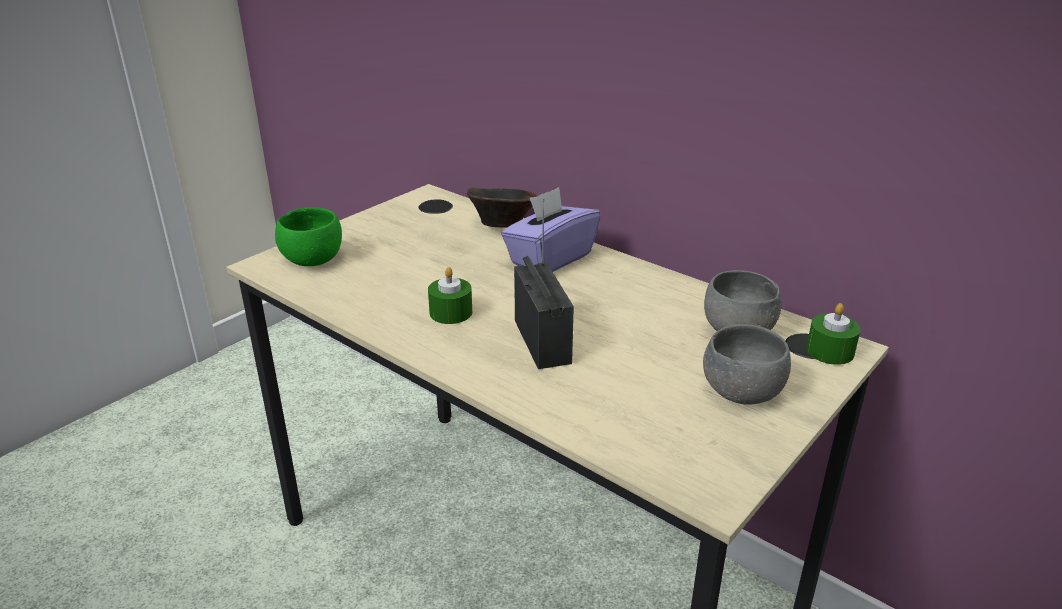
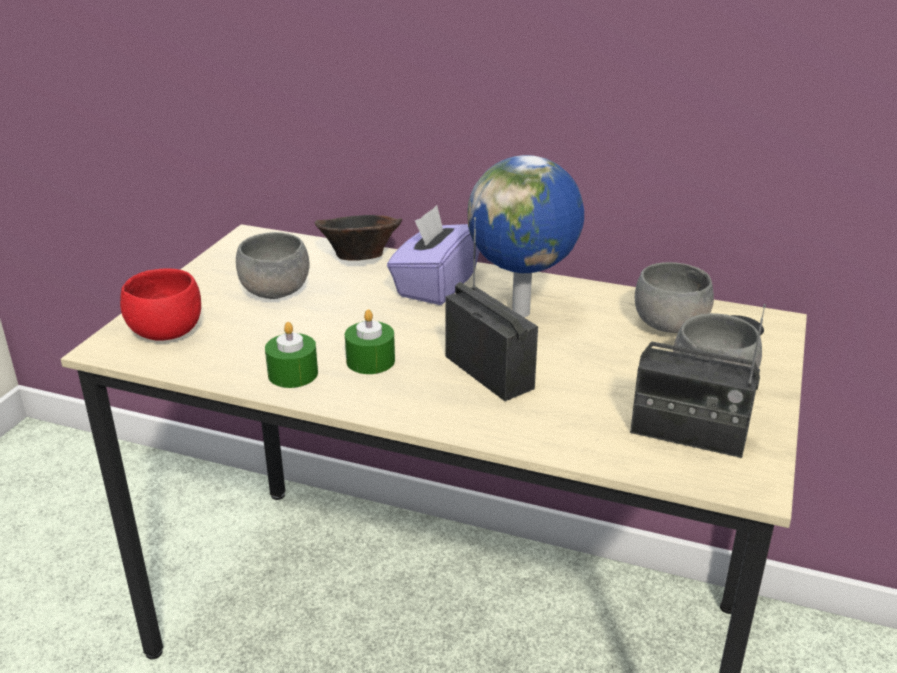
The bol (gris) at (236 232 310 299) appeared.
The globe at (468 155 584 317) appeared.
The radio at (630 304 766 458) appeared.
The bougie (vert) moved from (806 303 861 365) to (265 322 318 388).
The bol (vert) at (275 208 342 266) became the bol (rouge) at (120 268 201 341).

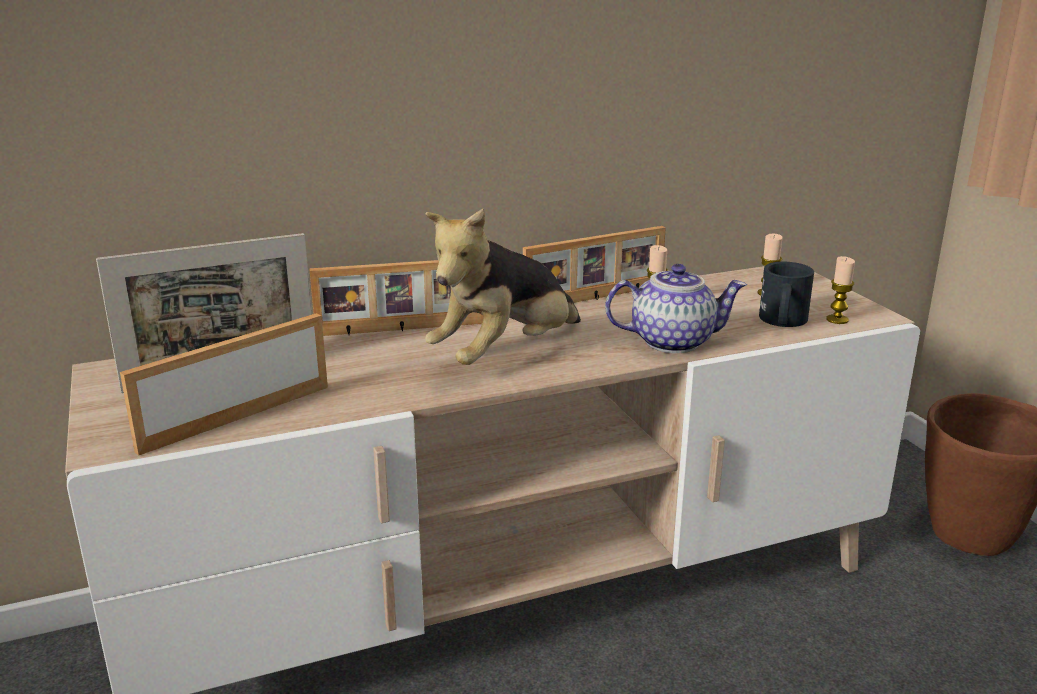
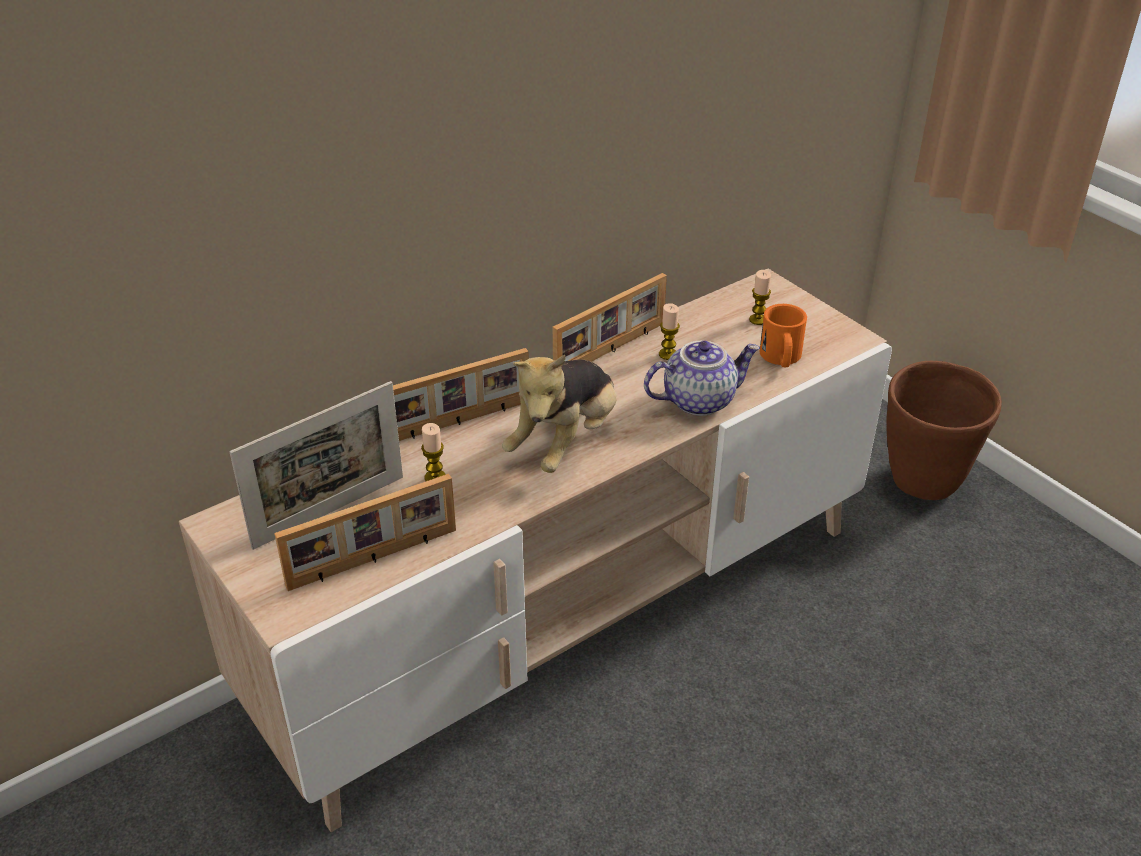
The bougie moved from (826 256 855 324) to (421 423 446 481).
The mug (noir) at (759 262 814 327) became the mug (orange) at (760 304 807 368).
The cadre photo at (120 313 328 456) turned 150 degrees counterclockwise.

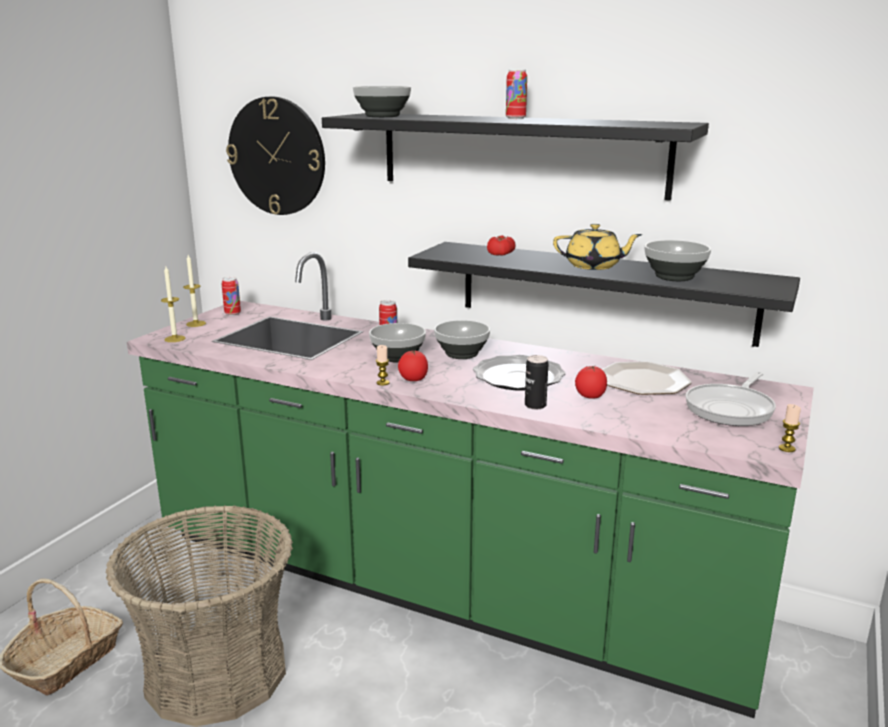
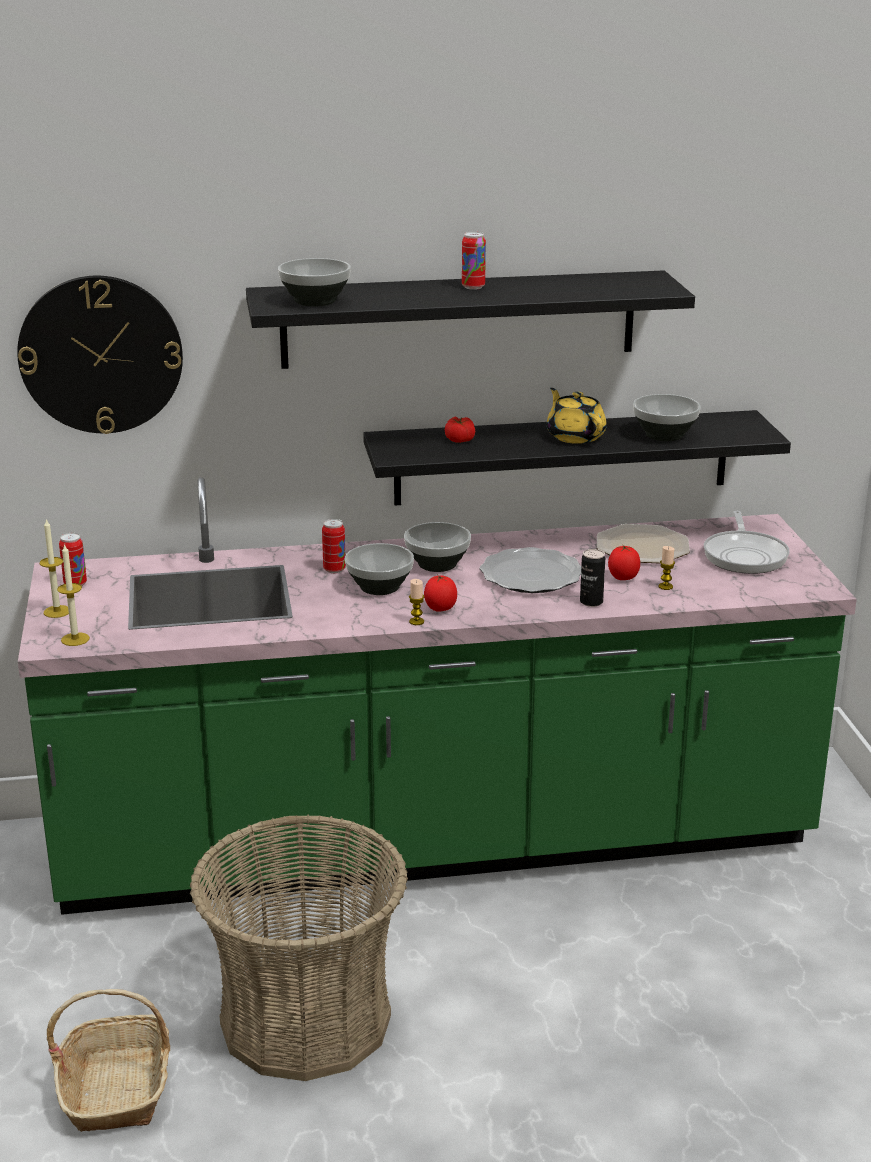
The bougie moved from (779 404 801 452) to (659 546 675 590).
The théière (jaune) at (553 224 642 270) turned 90 degrees counterclockwise.

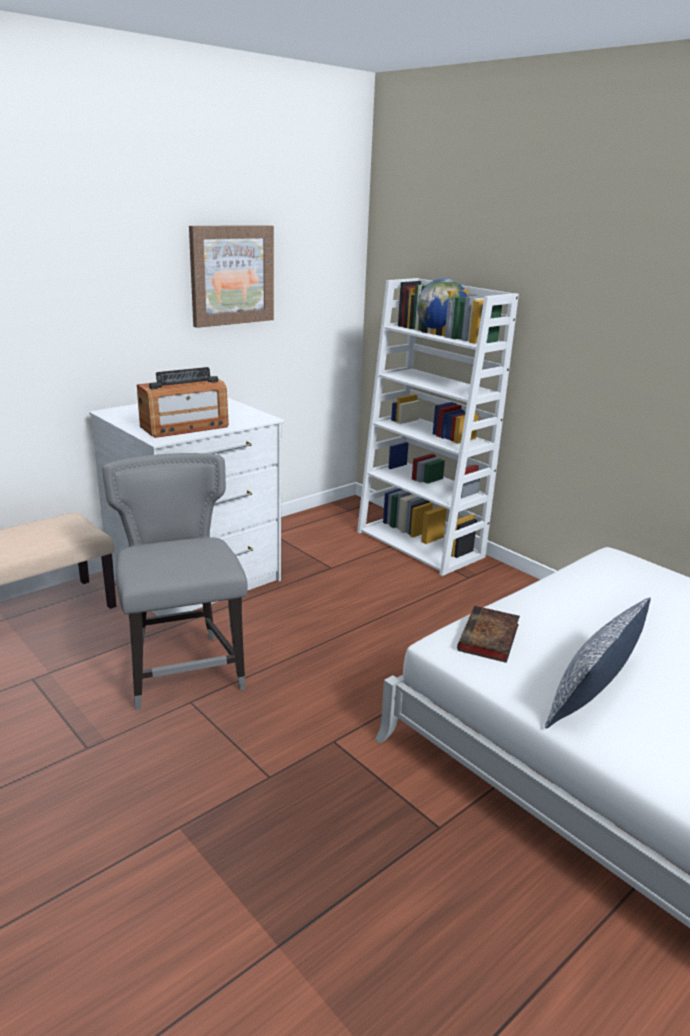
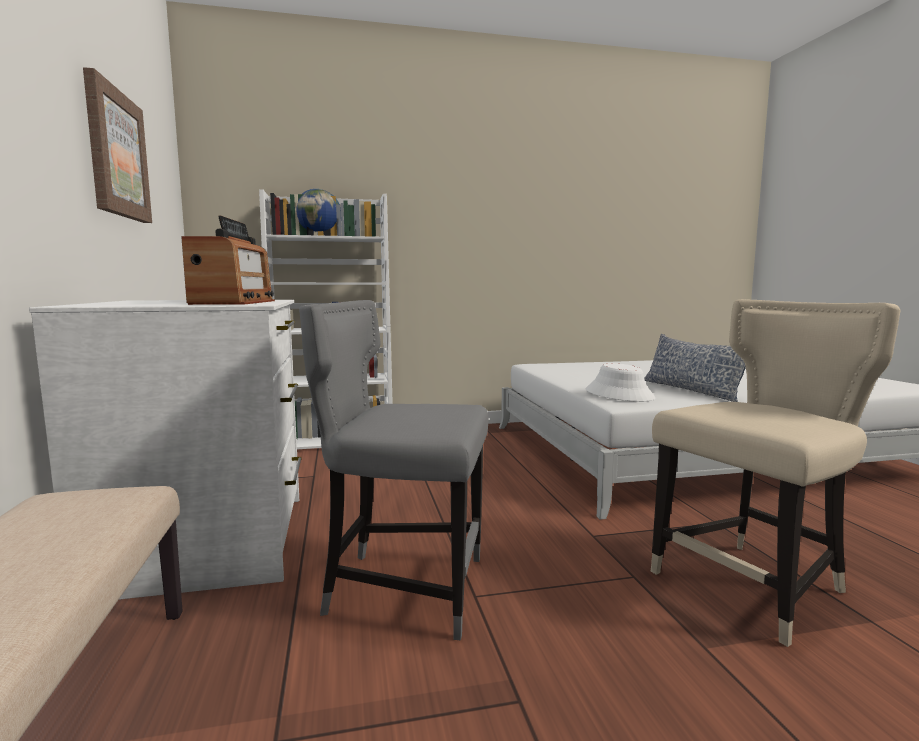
The chaise (beige) at (651 299 900 647) appeared.
The livre at (457 606 520 663) was replaced by the chapeau (blanc) at (586 363 655 402).

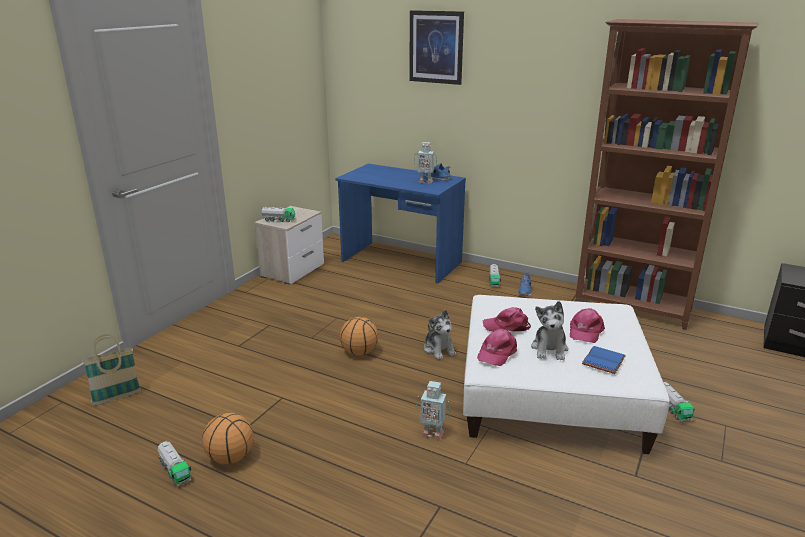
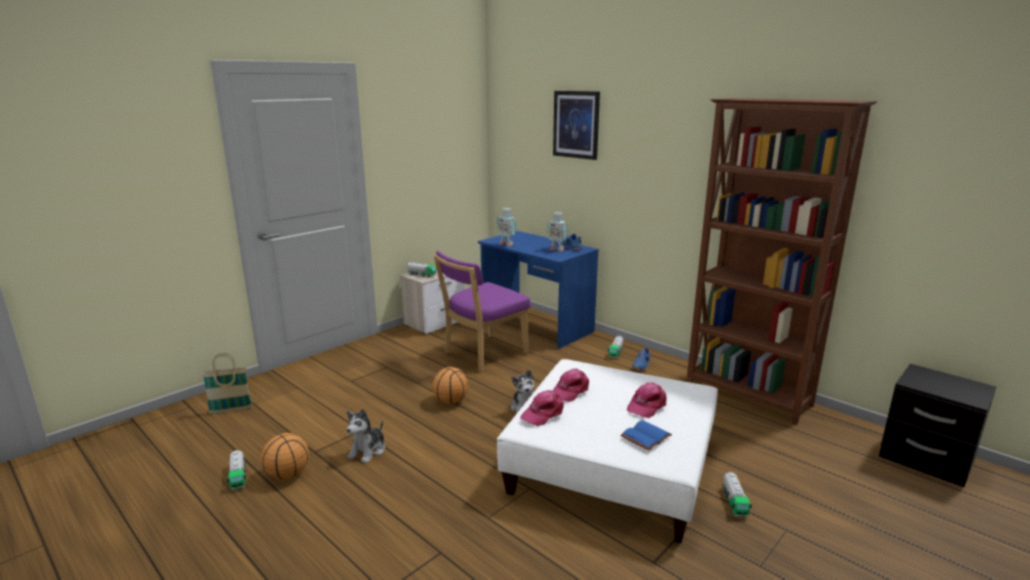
The chaise (violet) at (433 251 531 371) appeared.
The robot jouet moved from (416 381 450 440) to (497 208 516 246).
The peluche moved from (531 301 568 361) to (346 409 385 463).
The casquette (rose) at (483 307 531 332) turned 75 degrees counterclockwise.

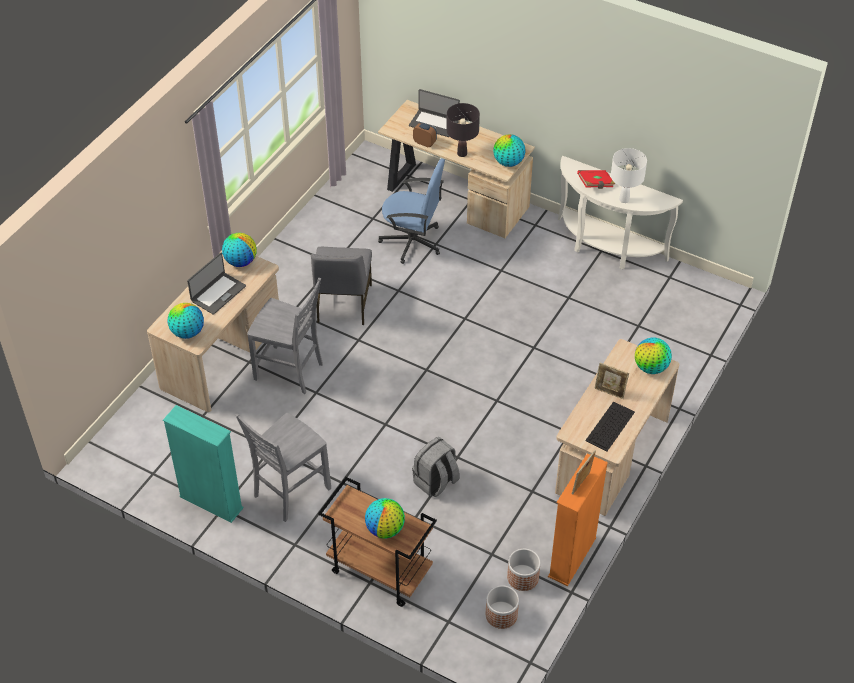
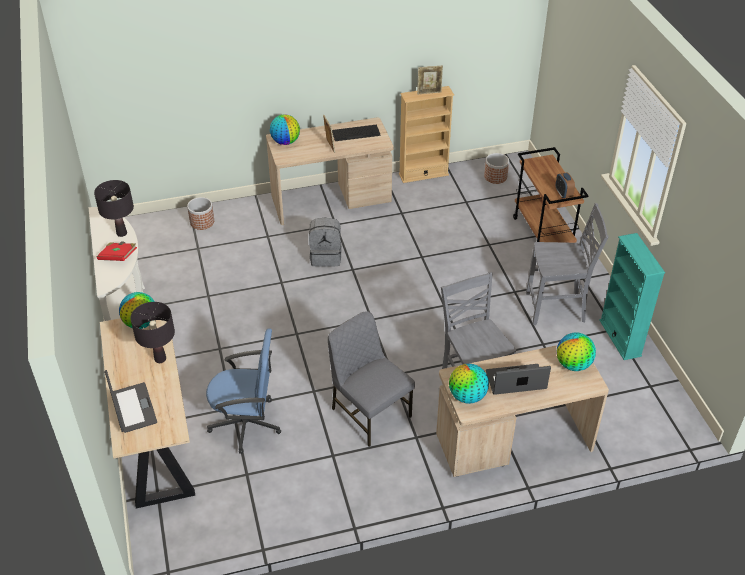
The globe at (365 498 405 538) disappeared.
The sac à dos (gris) moved from (412 437 460 497) to (309 218 342 266).
The réveil moved from (413 122 437 147) to (556 172 575 199).
The cache-pot moved from (507 549 540 591) to (187 197 214 230).
The bibliothèque (orange) at (548 453 608 586) became the bibliothèque (beige) at (399 86 454 183).
The lampe de table (blanc) at (611 148 647 203) became the lampe de table (noir) at (94 180 134 237).
The chaise (gris) at (311 247 372 325) turned 90 degrees counterclockwise.
The chaise de bureau (bleu) at (378 158 445 264) turned 120 degrees clockwise.

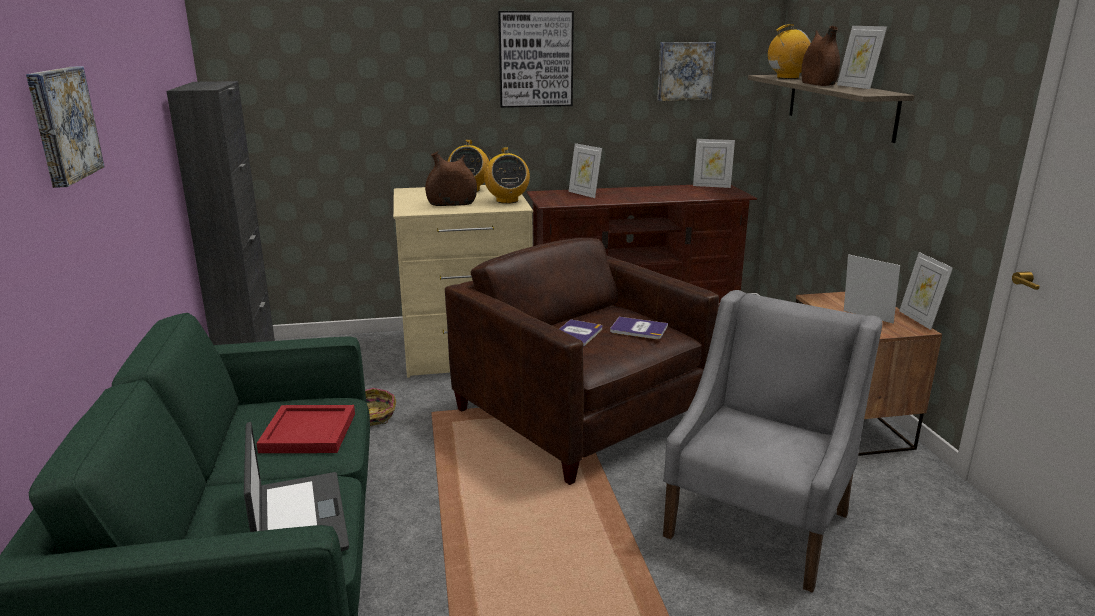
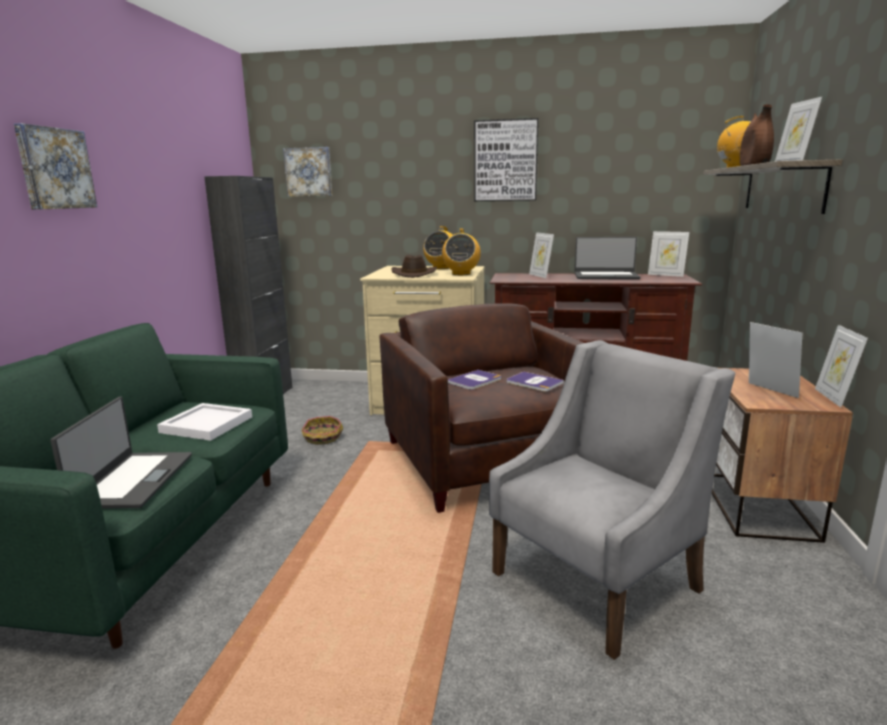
The ordinateur portable at (575 237 640 279) appeared.
The tableau moved from (657 42 716 101) to (283 147 332 197).
The vase (marron) at (425 151 477 206) was replaced by the chapeau (marron) at (391 255 437 278).
The plateau (rouge) at (256 405 355 453) became the plateau (blanc) at (157 403 252 441).

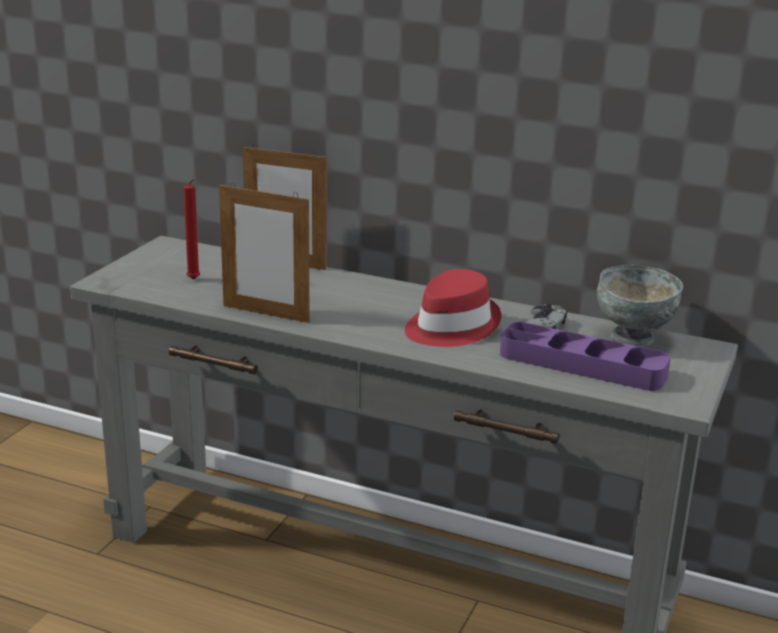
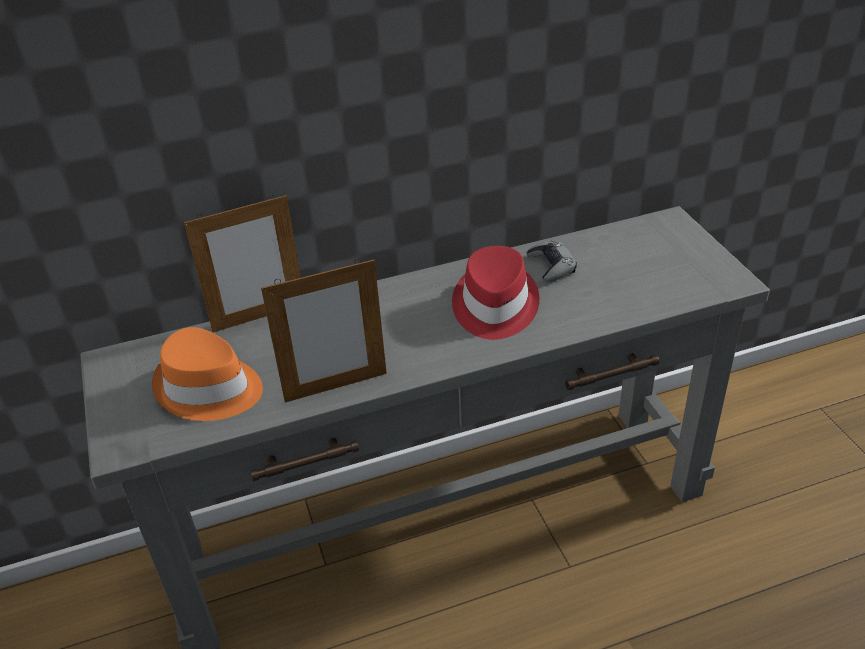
The plateau (violet) at (500 322 671 391) disappeared.
The bol (gris) at (597 265 683 347) disappeared.
The bougie (rouge) at (183 178 200 280) was replaced by the chapeau (orange) at (152 327 263 421).

